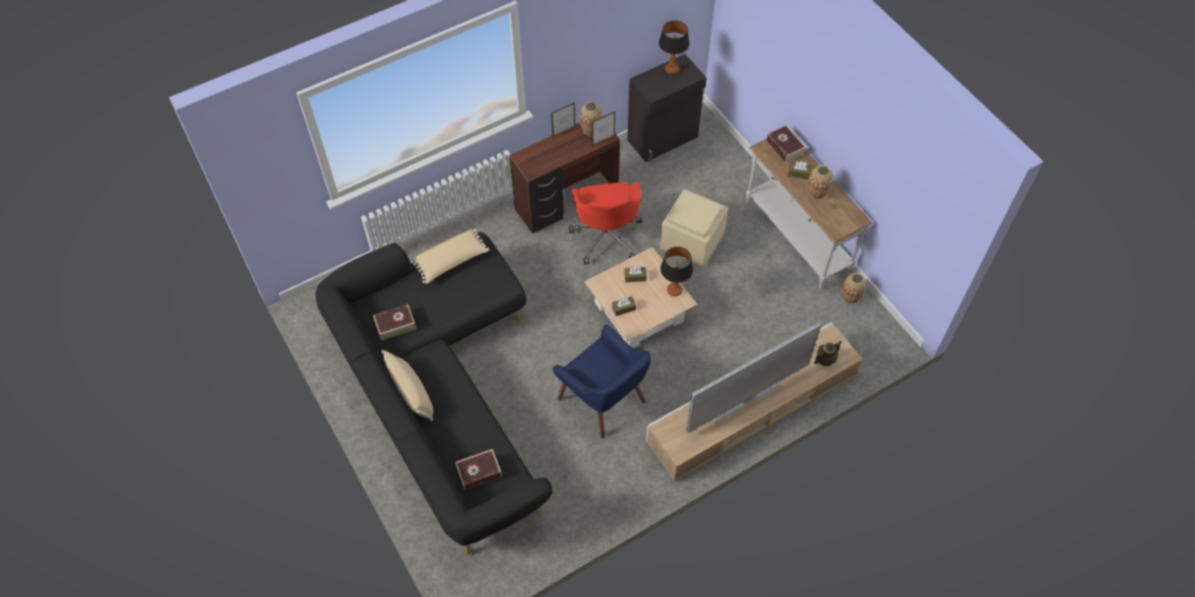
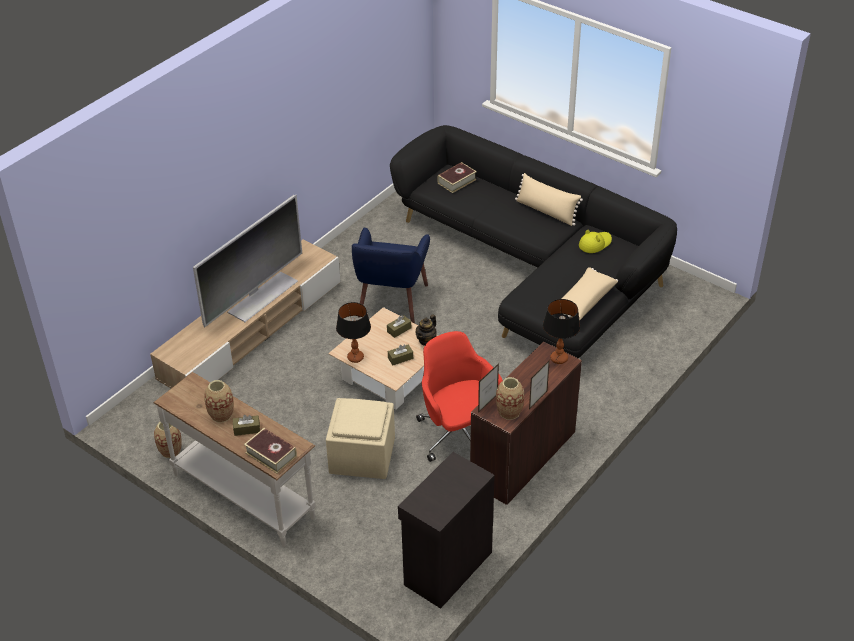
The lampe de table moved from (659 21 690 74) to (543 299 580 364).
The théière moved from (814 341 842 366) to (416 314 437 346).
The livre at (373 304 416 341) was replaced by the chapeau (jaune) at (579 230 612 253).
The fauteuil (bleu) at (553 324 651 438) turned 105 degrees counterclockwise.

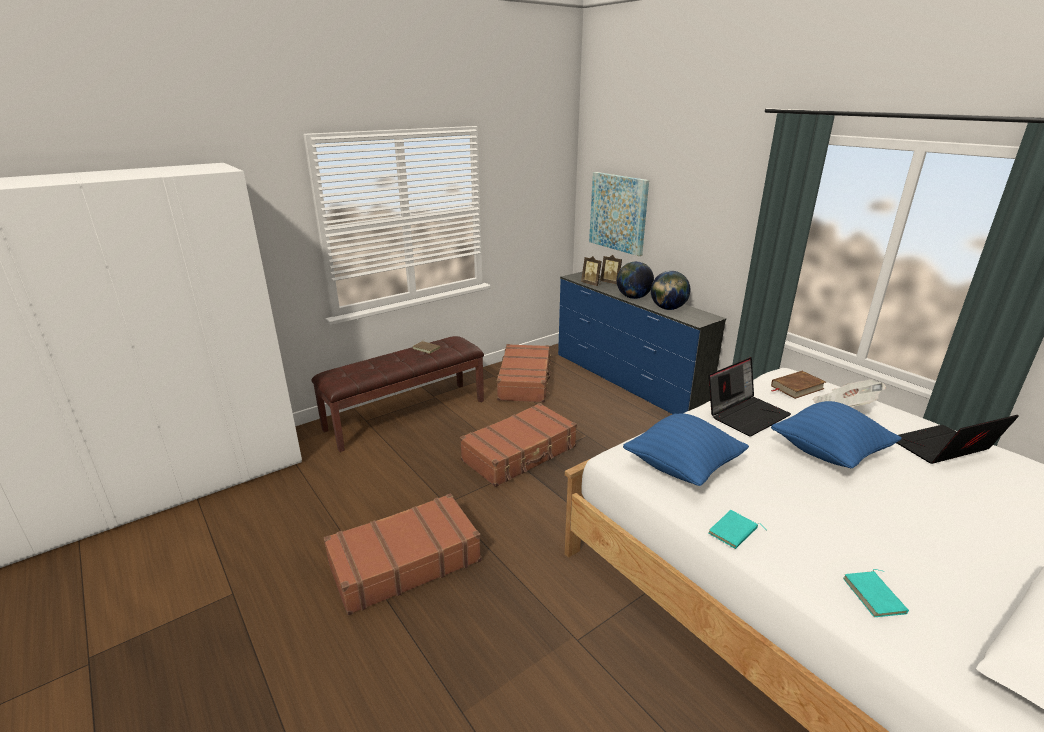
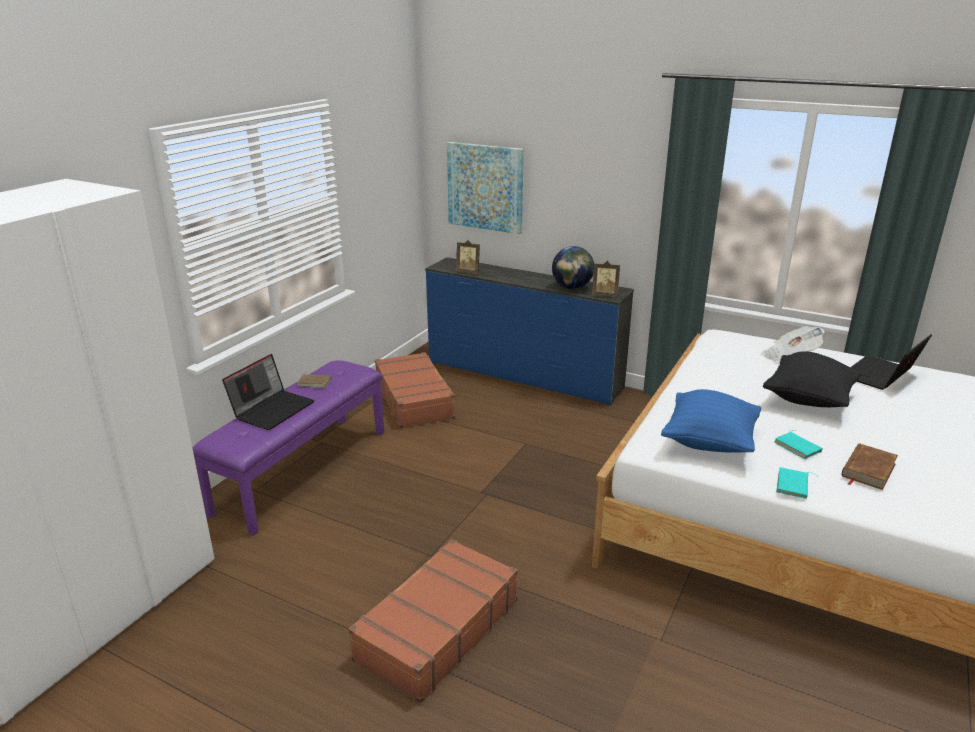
The valise (marron) at (460 403 577 487) disappeared.
The globe at (617 261 654 299) disappeared.
The cadre photo moved from (601 255 622 284) to (592 261 620 297).
The ordinateur portable moved from (708 357 791 437) to (222 354 315 430).
The livre (marron) moved from (771 371 826 399) to (842 443 898 490).
The livre (turquoise) moved from (843 569 909 617) to (774 430 823 459).
The banc (marron) at (312 336 484 452) became the banc (violet) at (192 360 384 536).
The coussin (bleu) at (771 401 902 468) became the coussin (noir) at (763 351 862 407).

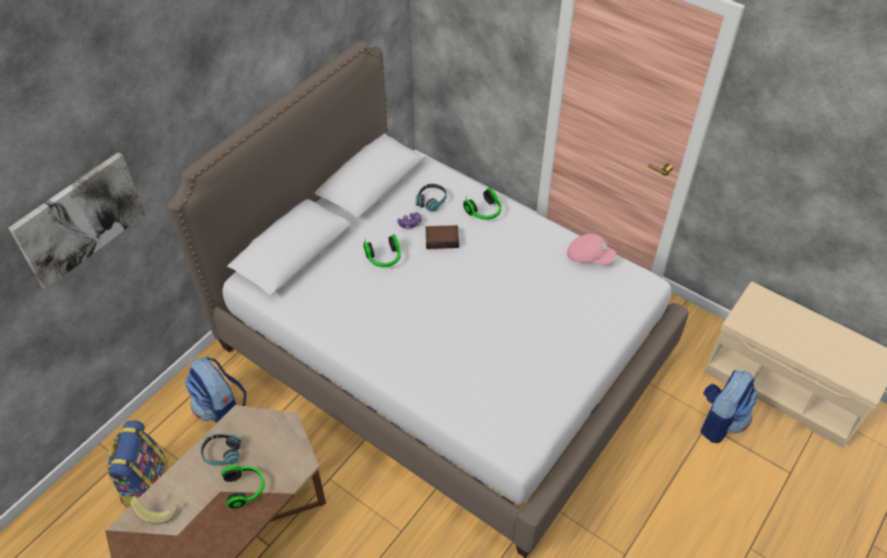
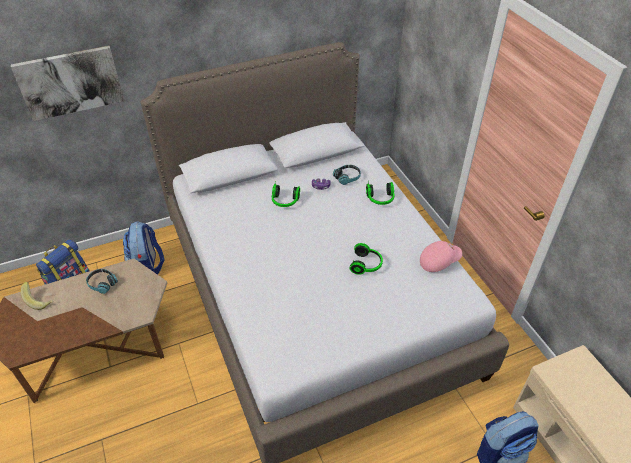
The livre at (426 225 459 249) disappeared.
The casque audio moved from (221 466 264 509) to (350 243 383 275).
The casquette (rose) at (567 234 616 265) turned 75 degrees counterclockwise.

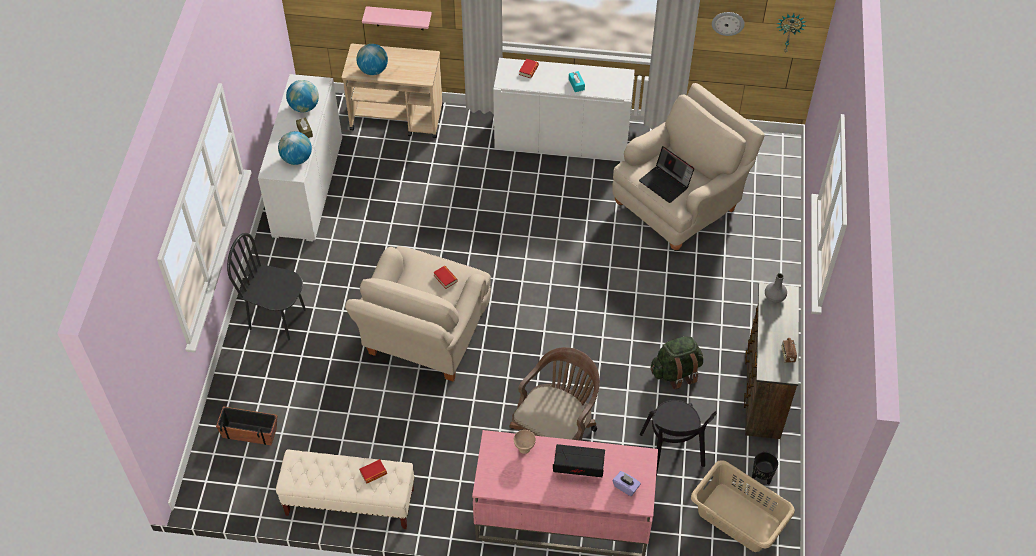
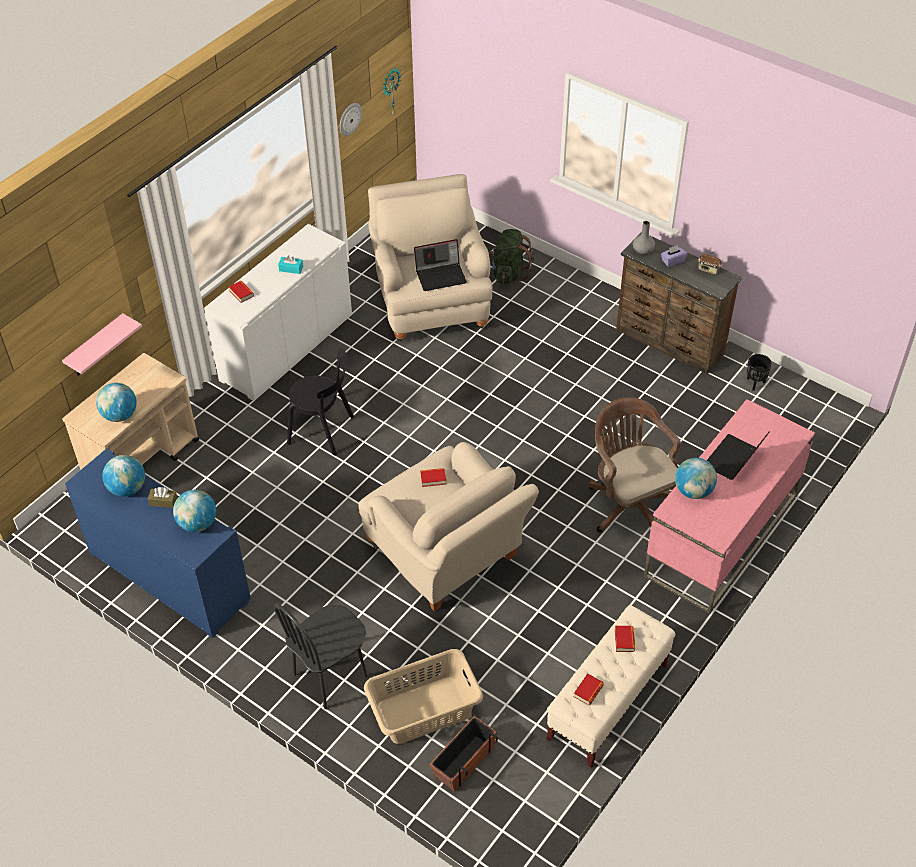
The livre at (574 673 604 705) appeared.
The boîte à mouchoirs (violet) moved from (613 471 641 496) to (661 245 687 267).
The chaise (noir) moved from (640 400 717 476) to (287 348 354 456).
The sac à dos (vert) moved from (651 336 703 390) to (489 229 534 284).
The panier à linge (beige) moved from (691 460 795 552) to (364 649 483 744).
The bol (beige) at (514 430 536 454) was replaced by the globe at (675 458 717 499).
The meuble de rangement (blanc) at (258 74 342 242) became the meuble de rangement (bleu) at (65 448 251 638).

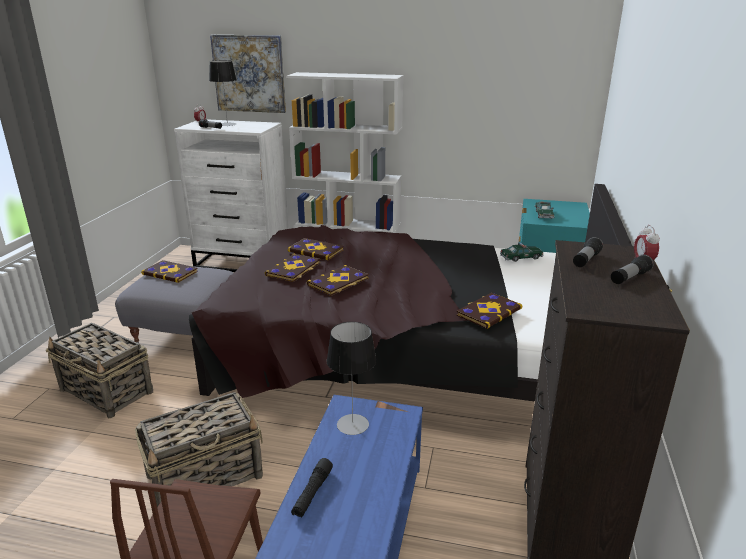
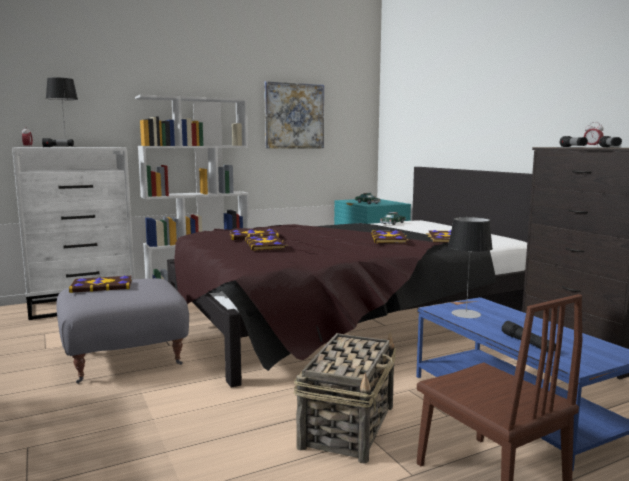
The panier at (46 323 153 418) disappeared.
The tableau moved from (210 35 286 113) to (264 81 324 149).
The livre moved from (307 265 369 296) to (371 230 409 243).

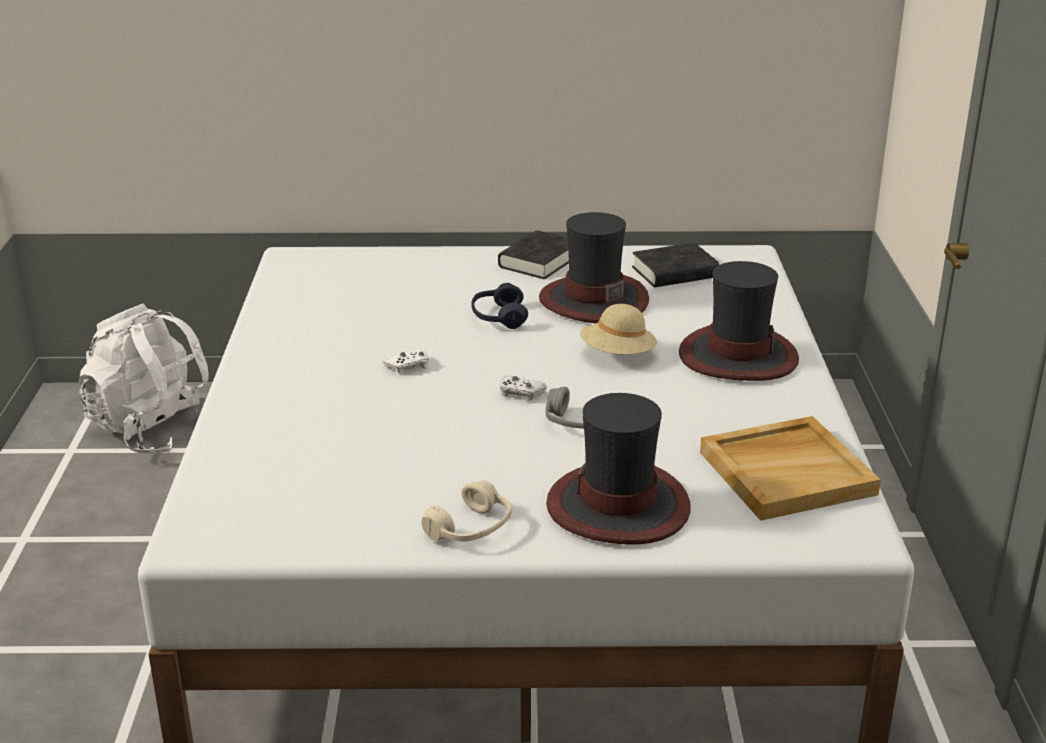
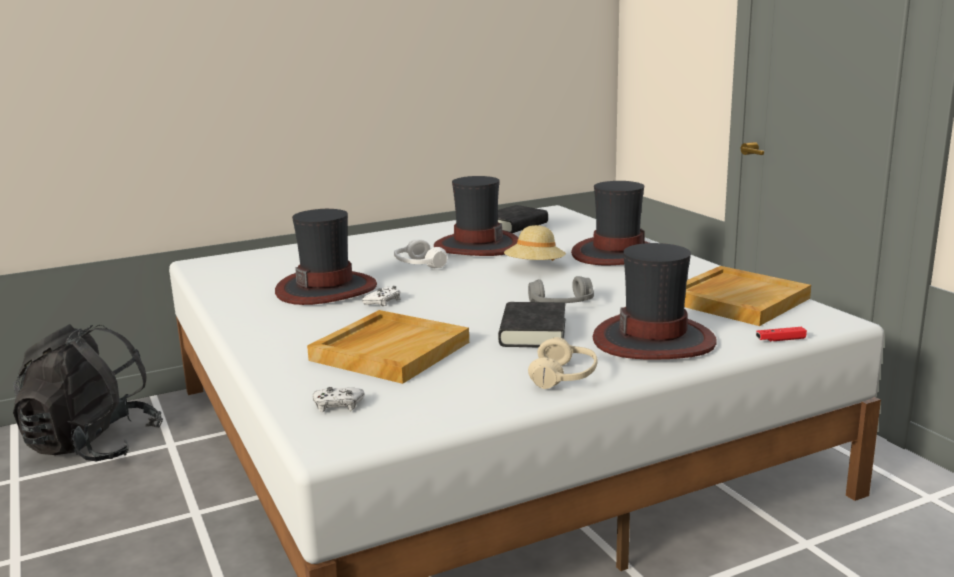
The chapeau at (275 209 377 305) appeared.
The plateau (beige) at (307 310 469 384) appeared.
The manette (rouge) at (756 327 807 342) appeared.
The livre (noir) moved from (498 230 569 279) to (498 302 565 347).
The manette (blanc) moved from (500 376 547 402) to (313 387 365 412).
The sac à dos (blanc) at (78 303 209 454) became the sac à dos (noir) at (13 324 163 461).
The casque audio (bleu) at (471 283 528 329) became the casque audio (blanc) at (394 239 447 268).

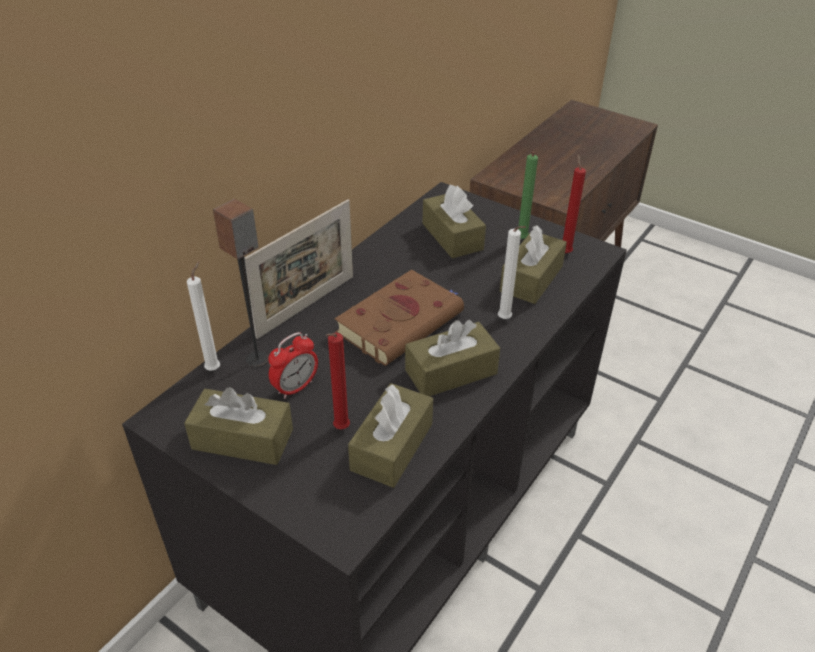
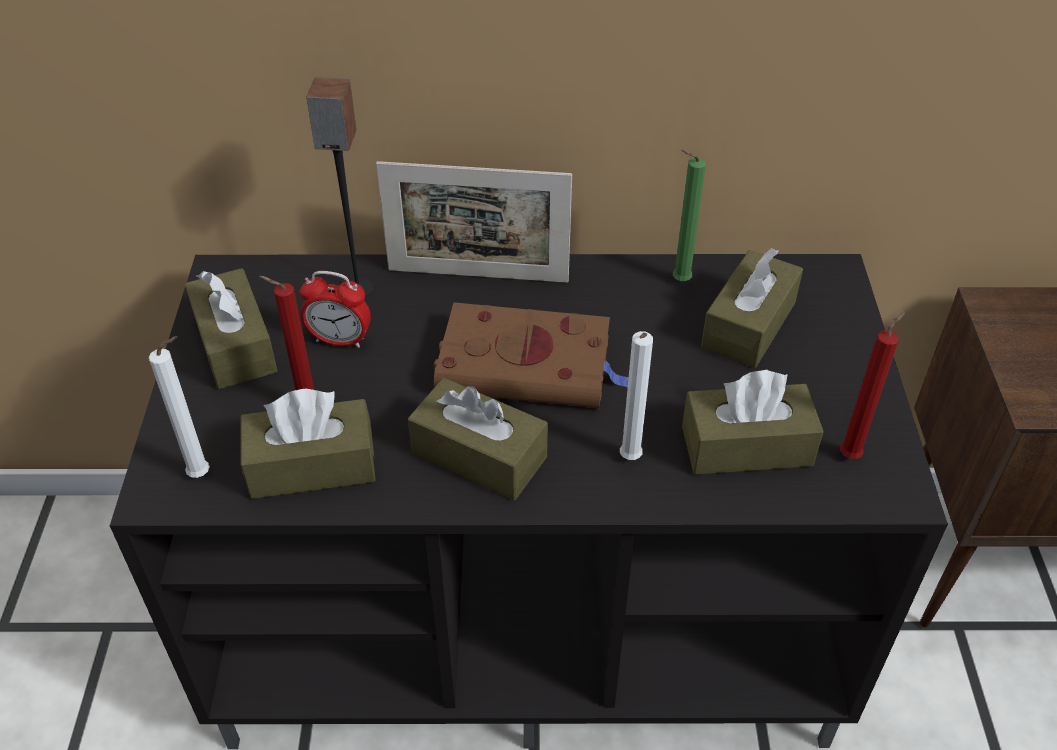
The bougie (blanc) moved from (187 261 220 371) to (149 336 210 478).
The bougie (vert) moved from (518 151 538 239) to (673 150 706 281).

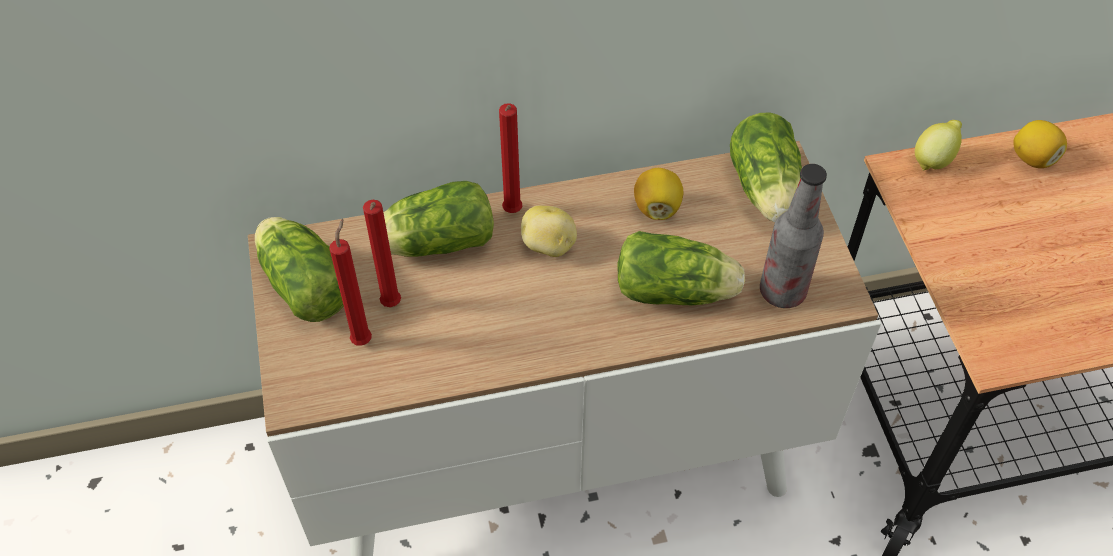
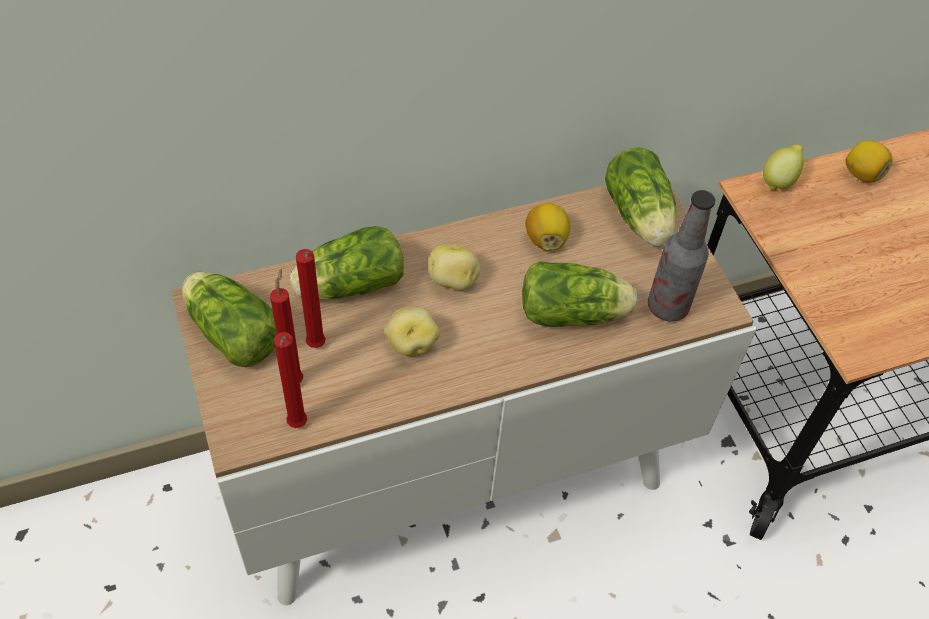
The pomme de terre at (384 306 440 356) appeared.
The bougie (rouge) moved from (499 103 522 213) to (274 332 308 428).

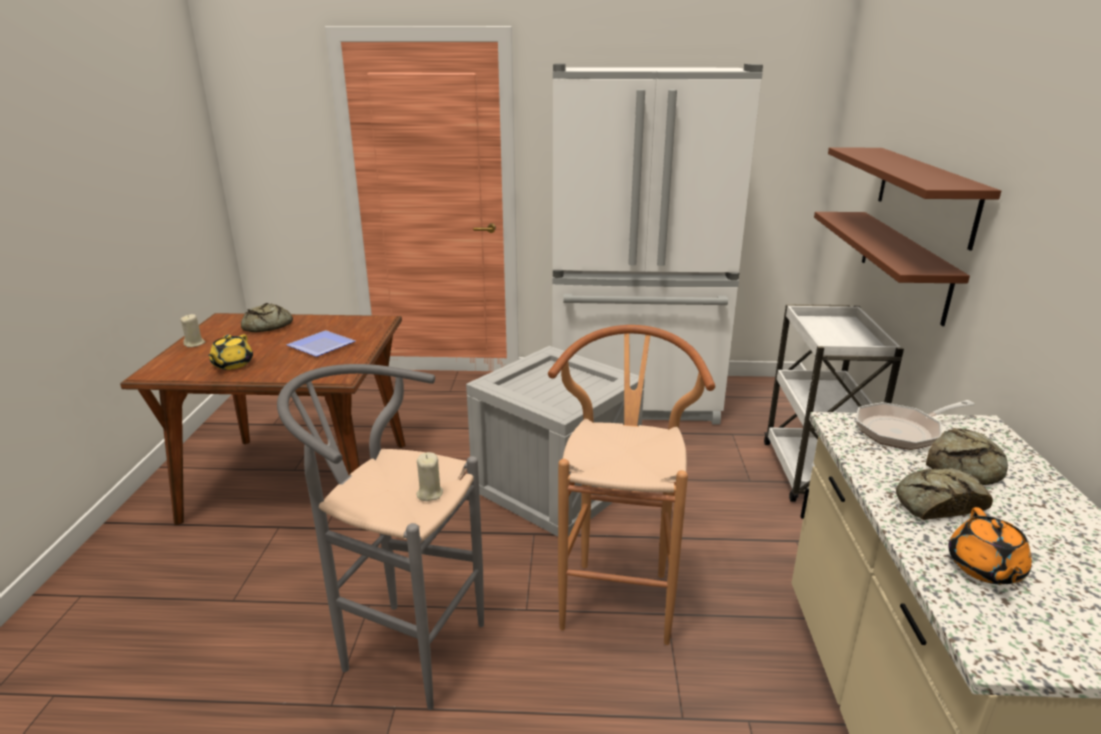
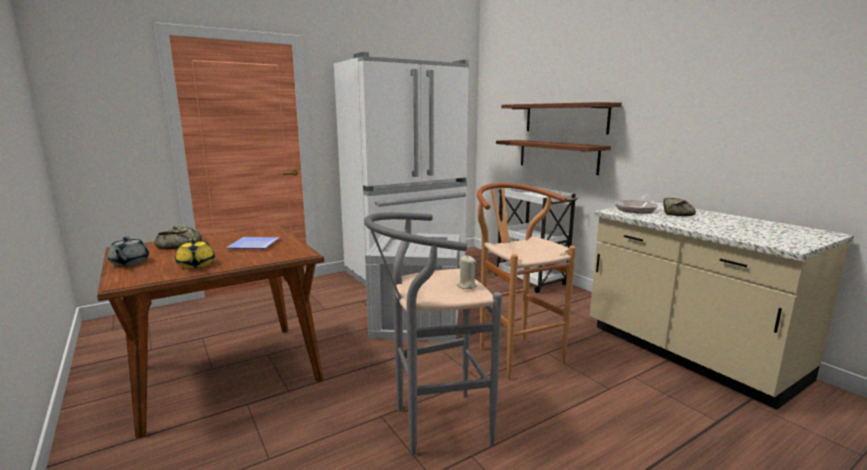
The pain at (896 468 993 520) disappeared.
The théière (orange) at (948 507 1032 584) disappeared.
The bougie (beige) at (180 314 205 347) was replaced by the théière (gris) at (108 236 149 266).

